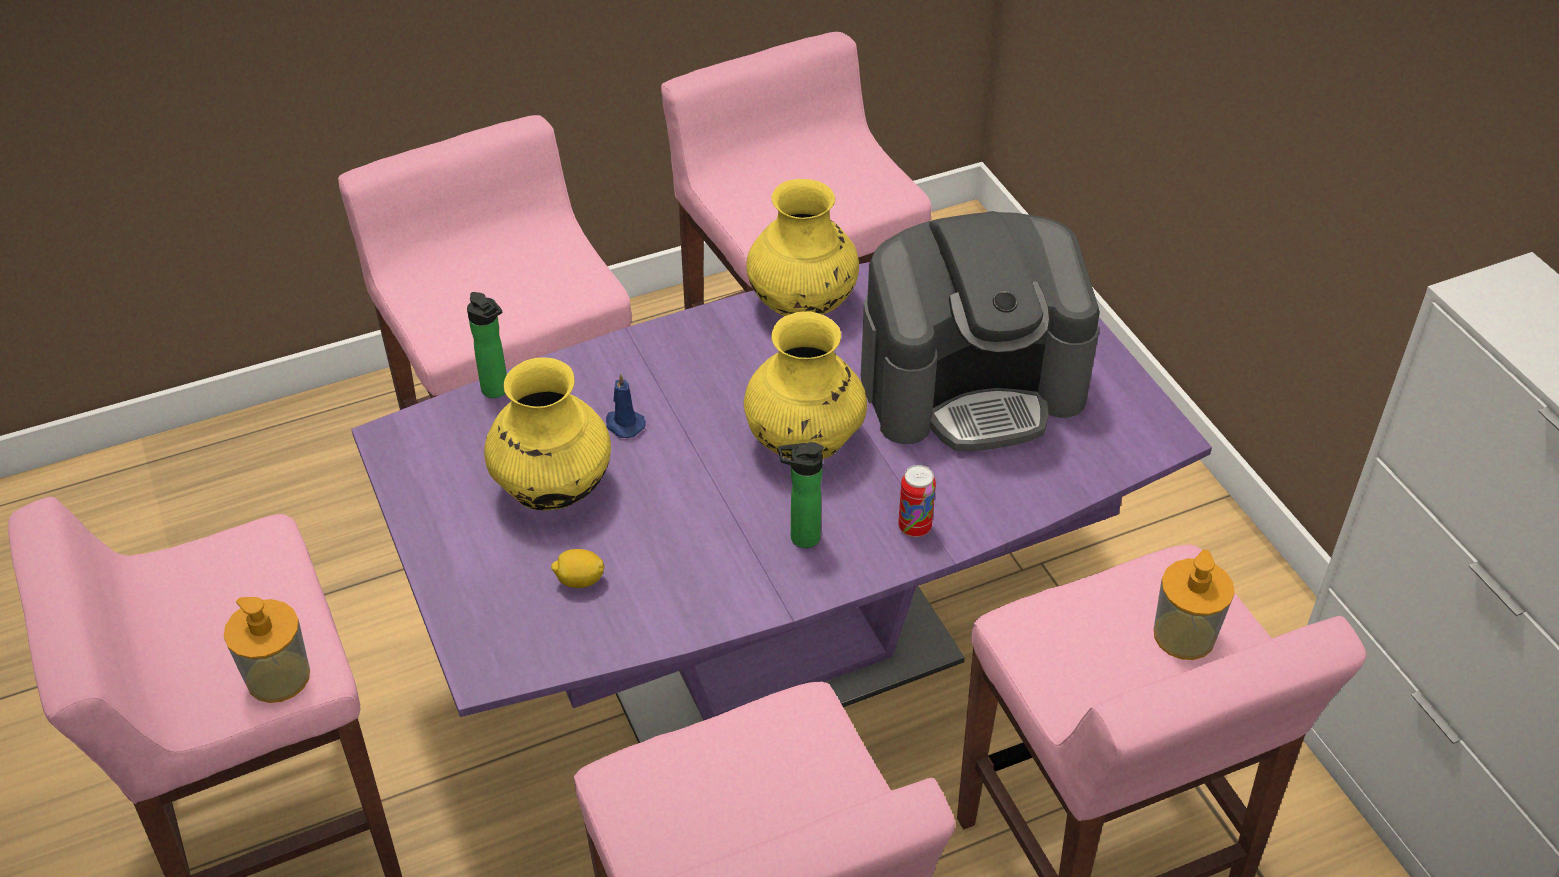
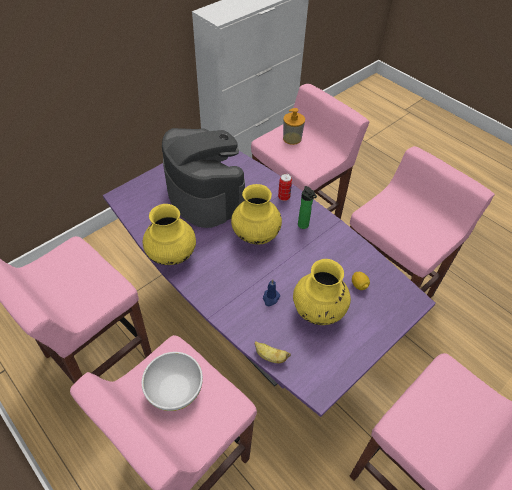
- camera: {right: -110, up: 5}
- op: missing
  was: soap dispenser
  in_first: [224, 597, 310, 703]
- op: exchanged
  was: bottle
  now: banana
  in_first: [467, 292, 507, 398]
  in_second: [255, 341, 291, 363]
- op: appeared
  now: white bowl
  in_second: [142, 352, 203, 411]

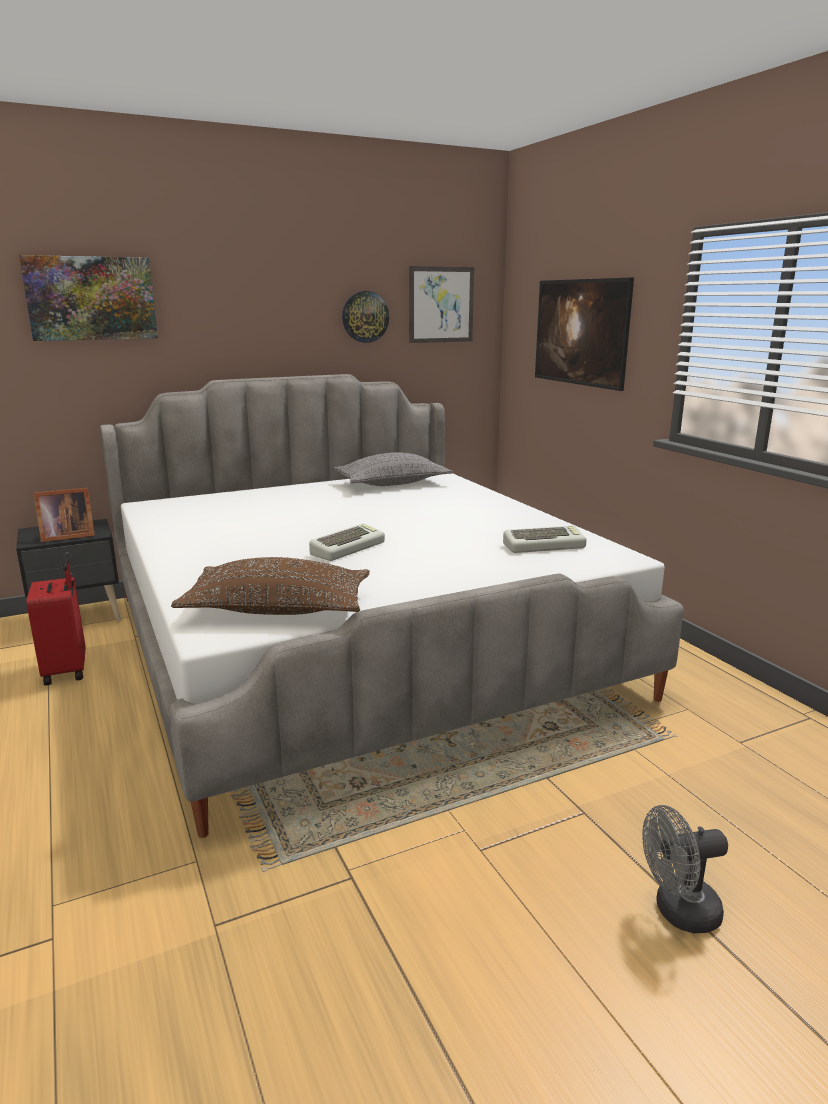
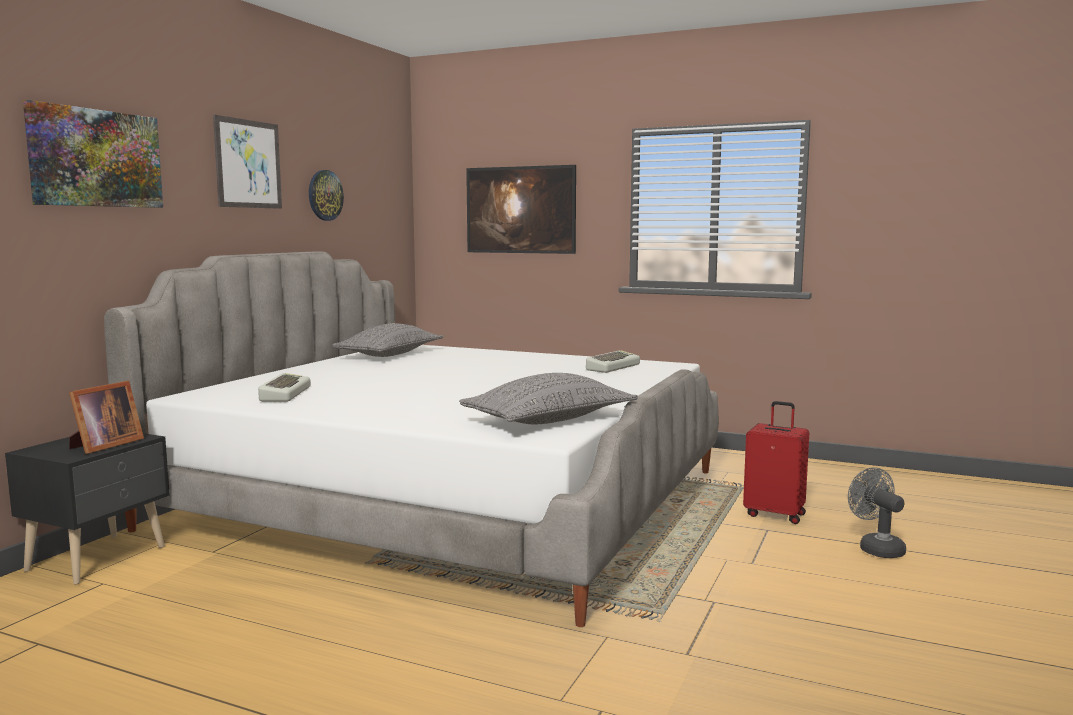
- camera: {right: -40, up: -10}
- op: relocated
  was: red suitcase
  in_first: [26, 558, 86, 685]
  in_second: [743, 401, 809, 524]
- op: colour
  was: brown pillow
  now: grey pillow
  in_first: [171, 557, 370, 615]
  in_second: [459, 373, 638, 424]
- op: relocated
  was: keyboard
  in_first: [309, 523, 385, 561]
  in_second: [258, 373, 311, 402]
- op: relocated
  was: picture
  in_first: [409, 266, 474, 343]
  in_second: [213, 115, 282, 209]
- op: spun
  was: grey fan
  in_first: [642, 805, 728, 933]
  in_second: [848, 467, 906, 558]
  clockwise: 120

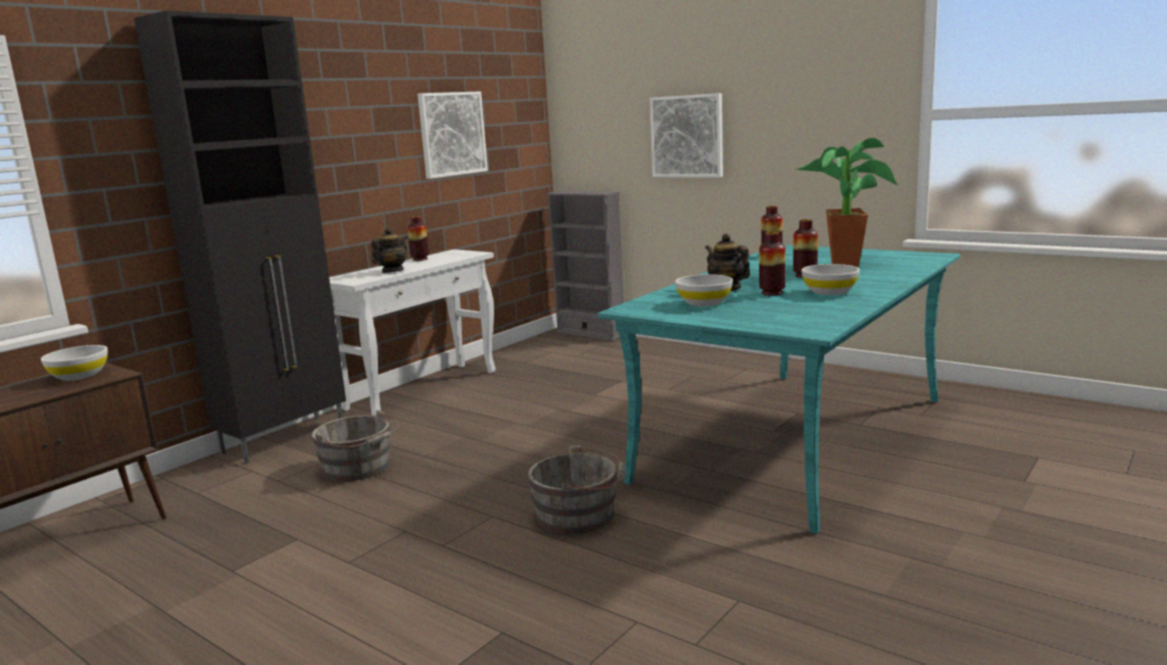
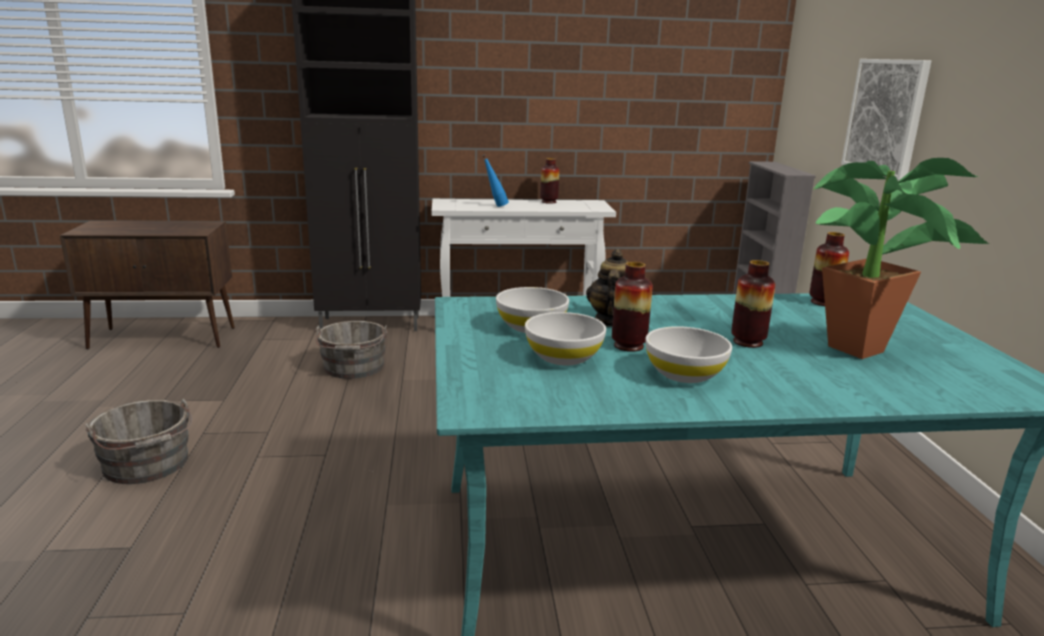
- camera: {right: 45, up: 5}
- op: relocated
  was: white bowl
  in_first: [41, 345, 108, 381]
  in_second: [525, 312, 606, 365]
- op: exchanged
  was: teapot
  now: blue bottle
  in_first: [371, 227, 408, 273]
  in_second: [483, 154, 509, 207]
- op: missing
  was: picture
  in_first: [418, 91, 488, 179]
- op: relocated
  was: grey bucket
  in_first: [527, 445, 626, 534]
  in_second: [85, 399, 192, 484]

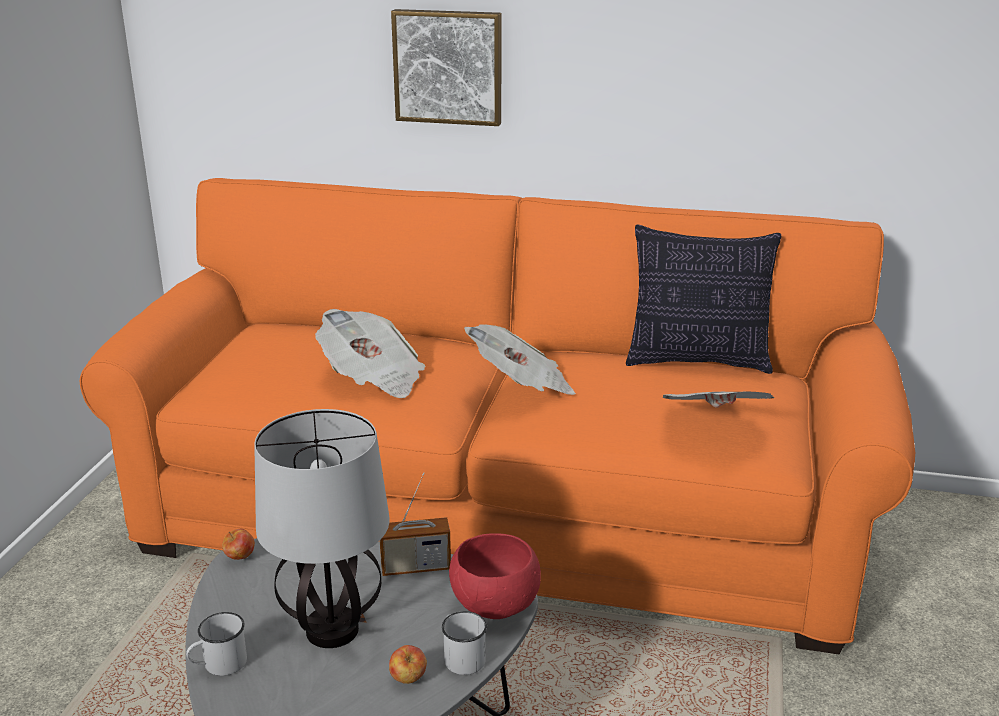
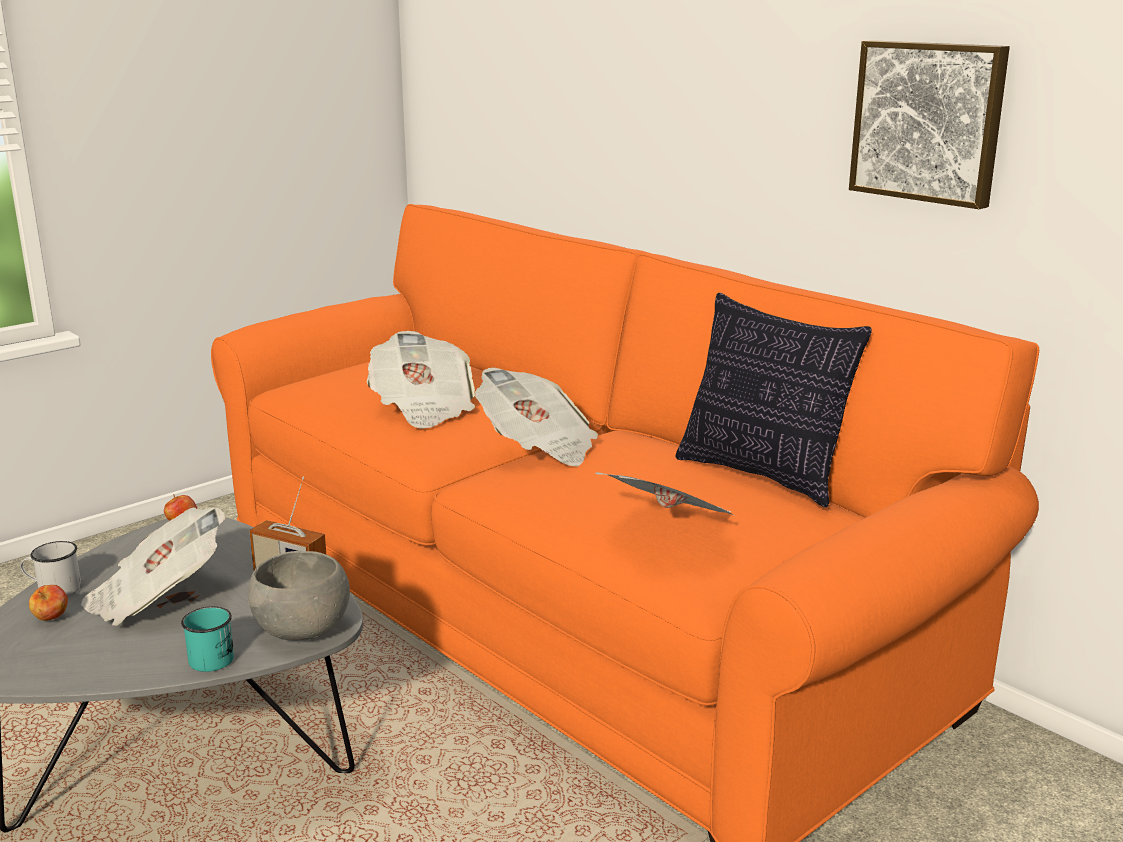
- camera: {right: 35, up: -5}
- op: exchanged
  was: table lamp
  now: newspaper
  in_first: [254, 409, 390, 648]
  in_second: [81, 507, 226, 626]
- op: relocated
  was: apple
  in_first: [389, 645, 427, 684]
  in_second: [29, 585, 68, 621]
- op: relocated
  was: picture
  in_first: [391, 9, 501, 126]
  in_second: [849, 40, 1010, 209]
- op: colour
  was: white mug
  now: turquoise mug
  in_first: [442, 611, 487, 675]
  in_second: [181, 606, 234, 672]
- op: colour
  was: red bowl
  now: grey bowl
  in_first: [449, 533, 541, 619]
  in_second: [248, 551, 350, 640]

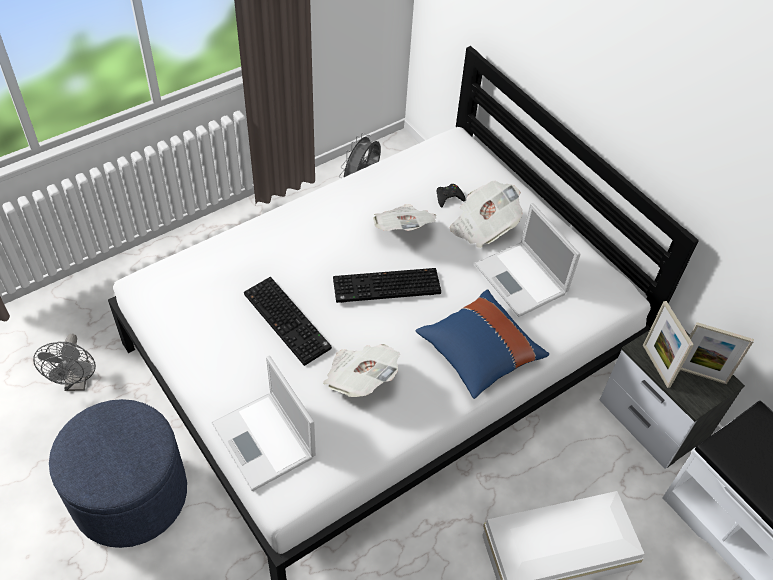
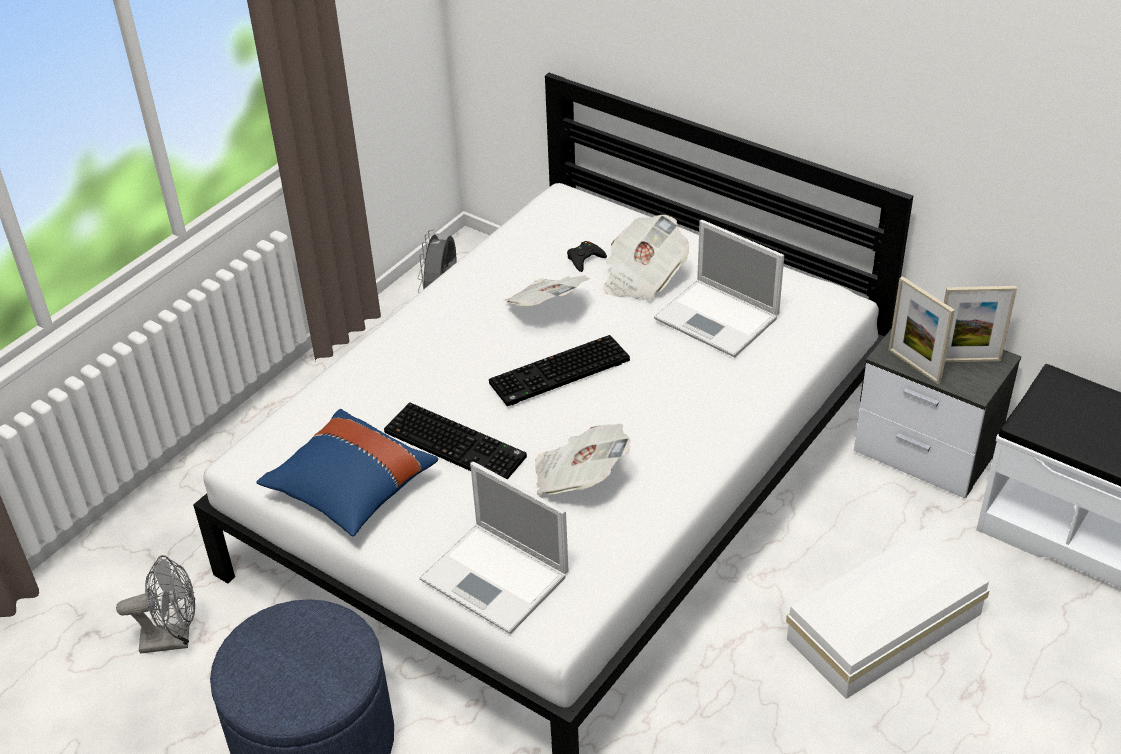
- camera: {right: -15, up: -10}
- op: spun
  was: grey fan
  in_first: [33, 334, 96, 391]
  in_second: [116, 555, 195, 654]
  clockwise: -75
- op: relocated
  was: blue pillow
  in_first: [416, 289, 549, 399]
  in_second: [256, 409, 438, 537]

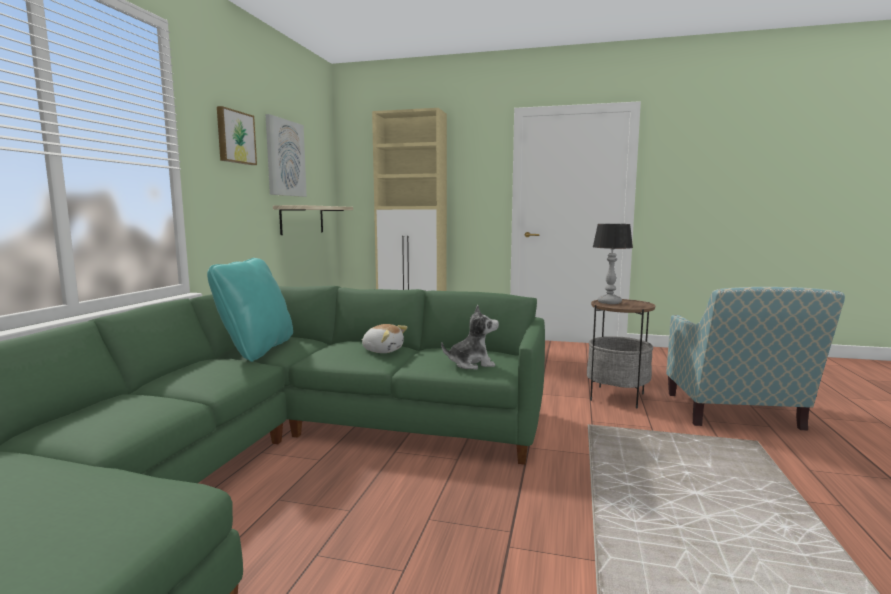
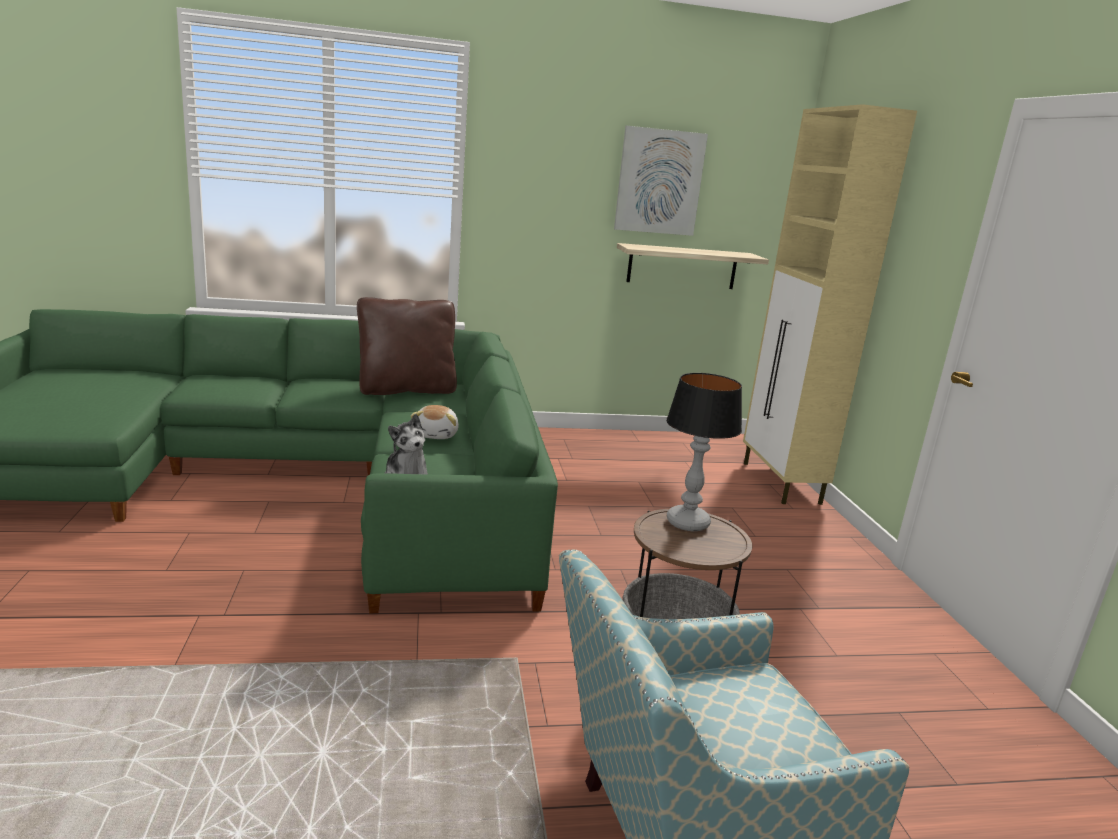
- camera: {right: 65, up: 10}
- op: colour
  was: turquoise pillow
  now: brown pillow
  in_first: [207, 258, 293, 362]
  in_second: [357, 297, 457, 395]
- op: missing
  was: picture
  in_first: [217, 106, 257, 165]

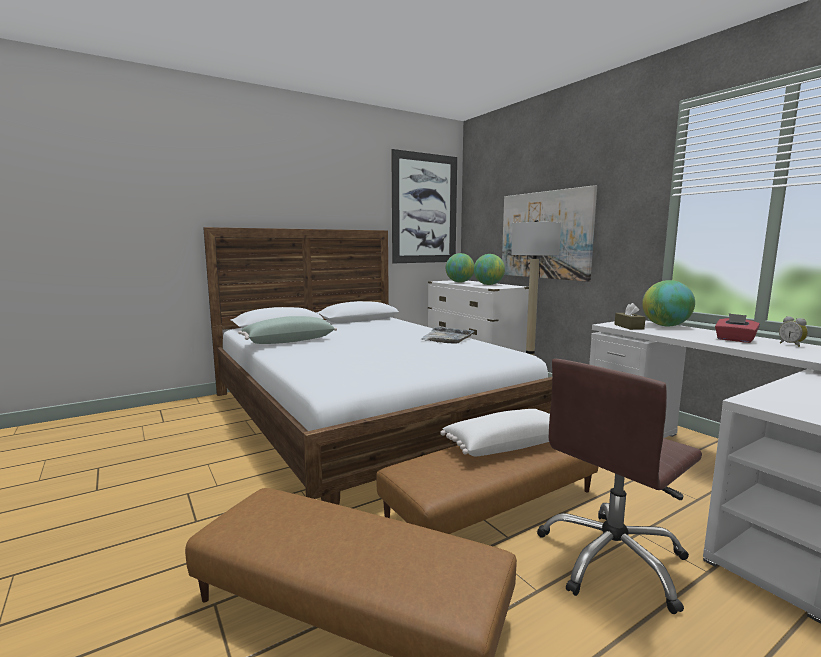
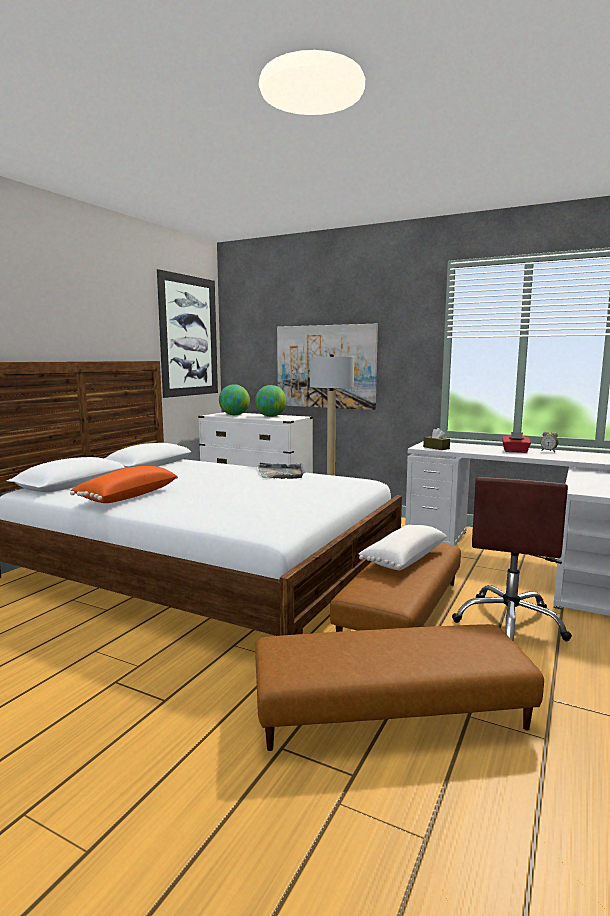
- camera: {right: -30, up: 0}
- op: colour
  was: green pillow
  now: orange pillow
  in_first: [238, 316, 337, 344]
  in_second: [70, 466, 178, 503]
- op: missing
  was: globe
  in_first: [642, 280, 695, 326]

